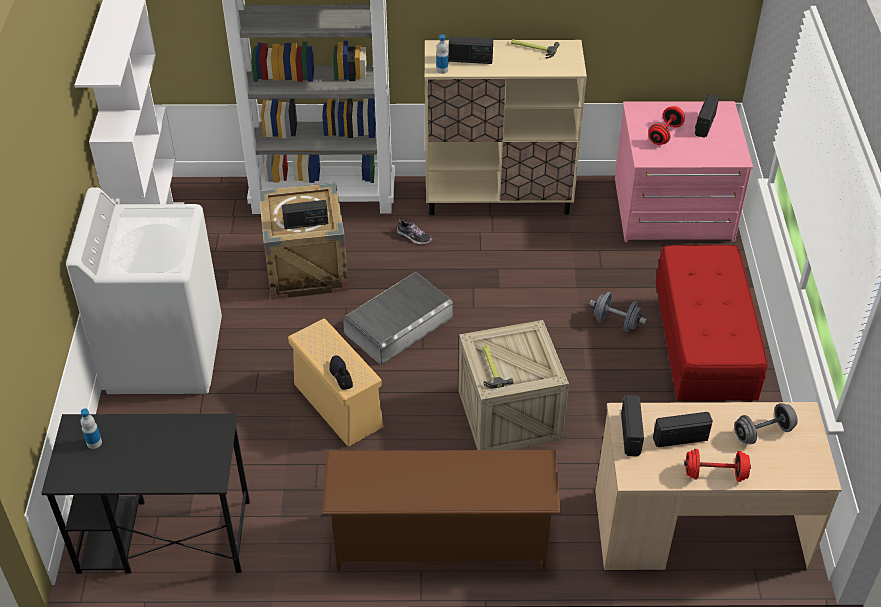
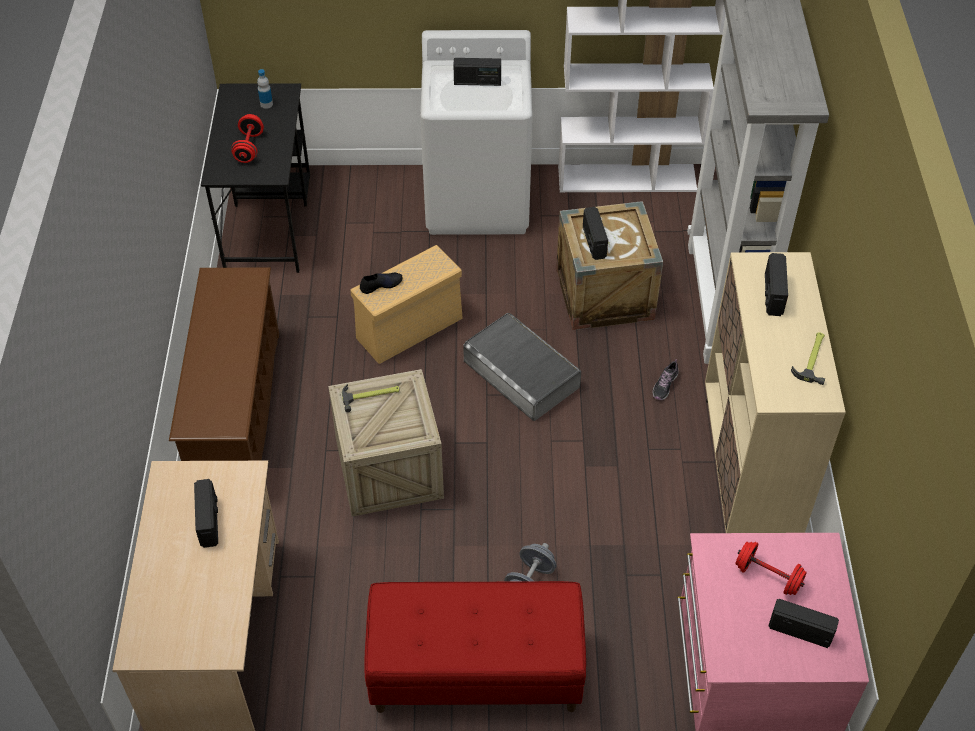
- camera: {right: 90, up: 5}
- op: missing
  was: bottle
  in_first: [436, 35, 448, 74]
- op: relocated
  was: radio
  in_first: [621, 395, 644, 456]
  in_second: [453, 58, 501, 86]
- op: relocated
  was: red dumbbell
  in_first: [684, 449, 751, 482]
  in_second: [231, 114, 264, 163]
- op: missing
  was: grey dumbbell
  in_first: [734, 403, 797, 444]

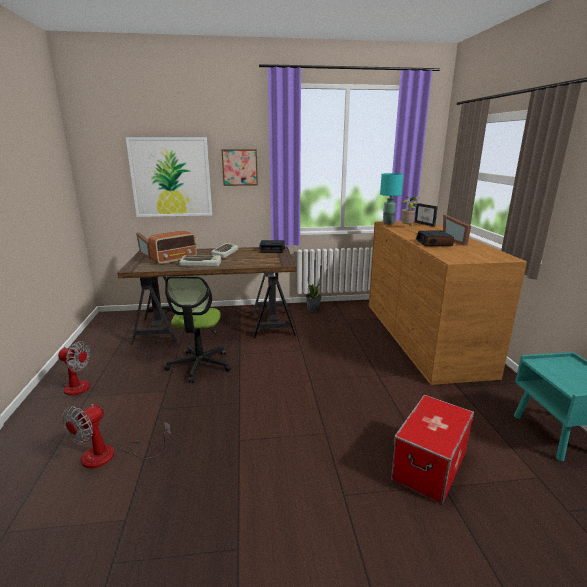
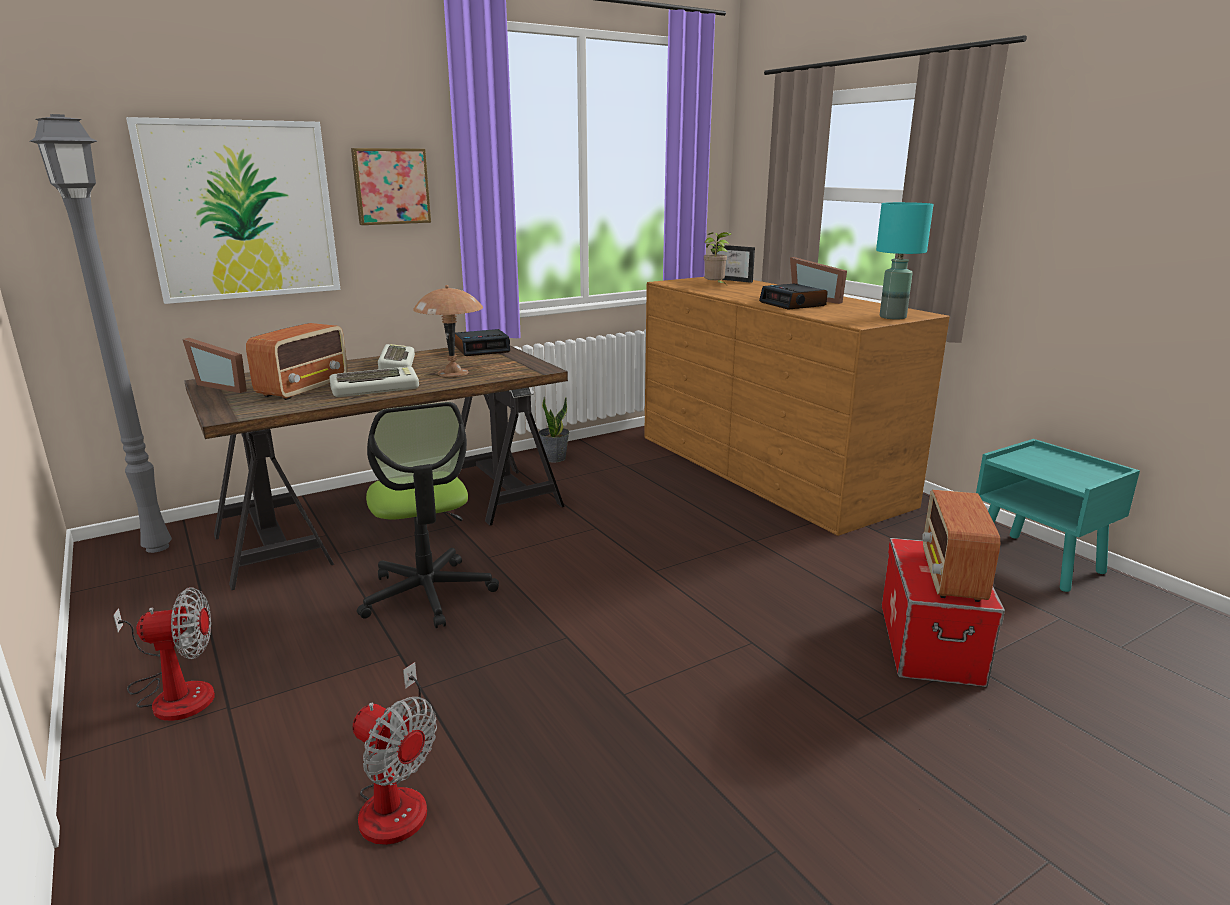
- camera: {right: -25, up: 0}
- op: spun
  was: fan
  in_first: [62, 404, 171, 468]
  in_second: [353, 662, 437, 845]
  clockwise: -60
- op: relocated
  was: turquoise table lamp
  in_first: [380, 173, 403, 224]
  in_second: [876, 202, 934, 320]
- op: appeared
  now: grey floor lamp
  in_second: [30, 114, 172, 553]
- op: appeared
  now: brown table lamp
  in_second: [413, 285, 483, 377]
- op: appeared
  now: radio
  in_second: [922, 490, 1000, 602]

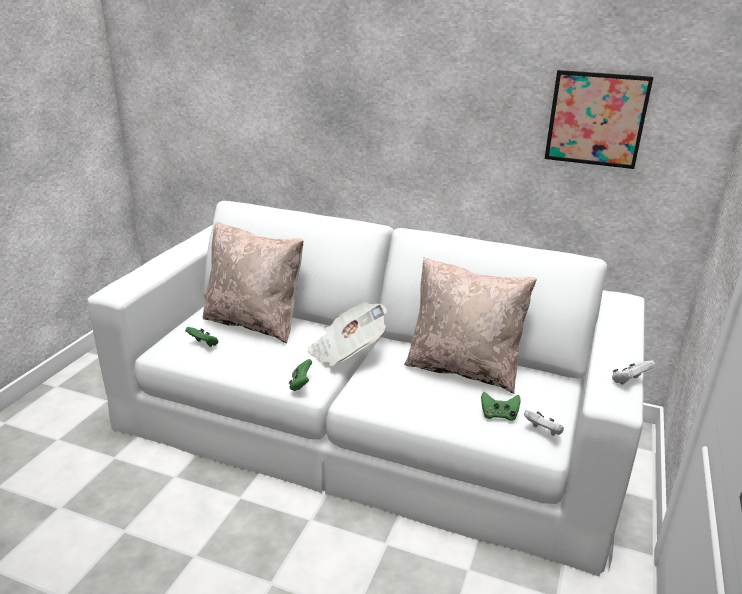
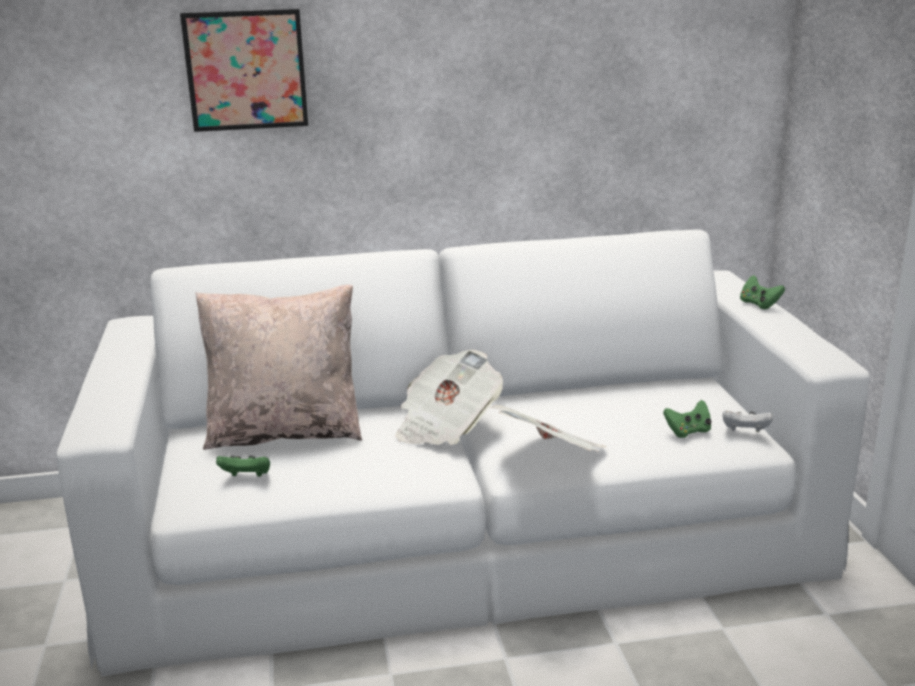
- camera: {right: -30, up: -5}
- op: relocated
  was: green game controller
  in_first: [289, 359, 312, 391]
  in_second: [740, 275, 785, 309]
- op: missing
  was: beige pillow
  in_first: [404, 257, 537, 394]
- op: relocated
  was: picture
  in_first: [545, 70, 653, 169]
  in_second: [180, 9, 308, 132]
- op: missing
  was: white game controller
  in_first: [612, 360, 655, 384]
- op: appeared
  now: newspaper
  in_second: [491, 405, 607, 451]

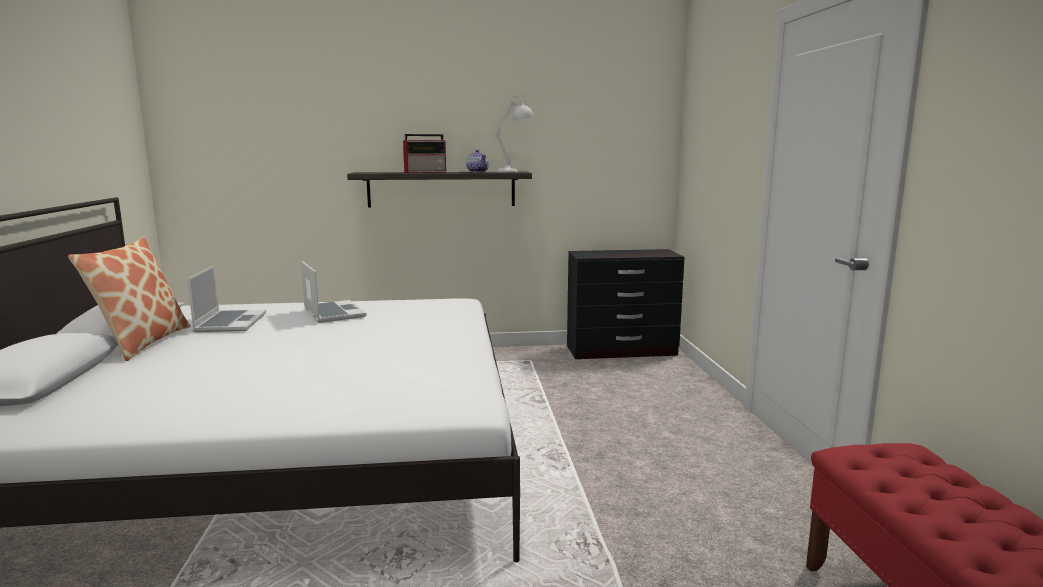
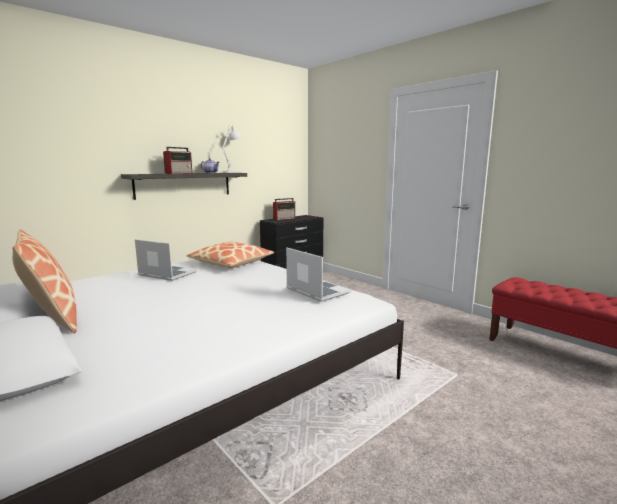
- camera: {right: -35, up: 0}
- op: relocated
  was: laptop
  in_first: [187, 265, 266, 332]
  in_second: [286, 248, 351, 302]
- op: appeared
  now: pillow
  in_second: [186, 242, 274, 268]
- op: appeared
  now: radio
  in_second: [273, 198, 295, 220]

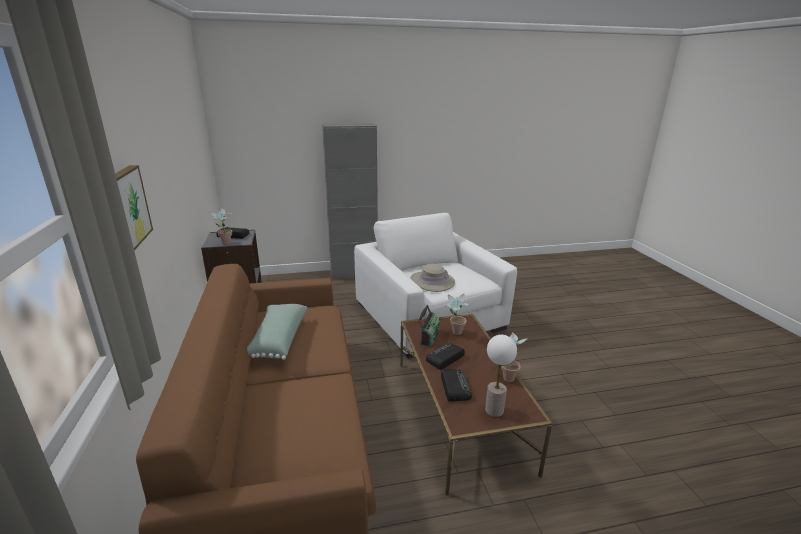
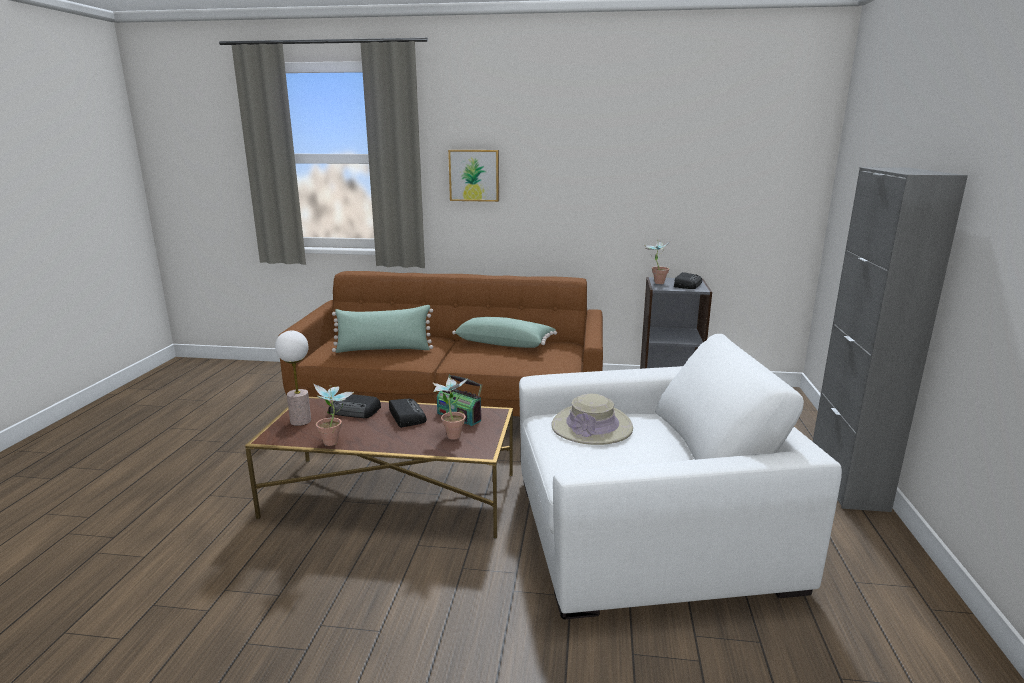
- camera: {right: 110, up: -5}
- op: appeared
  now: green pillow
  in_second: [332, 305, 433, 353]

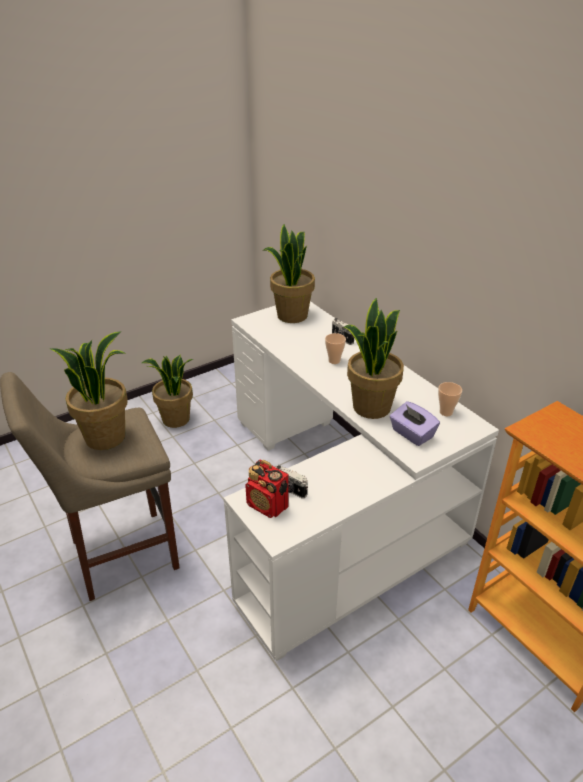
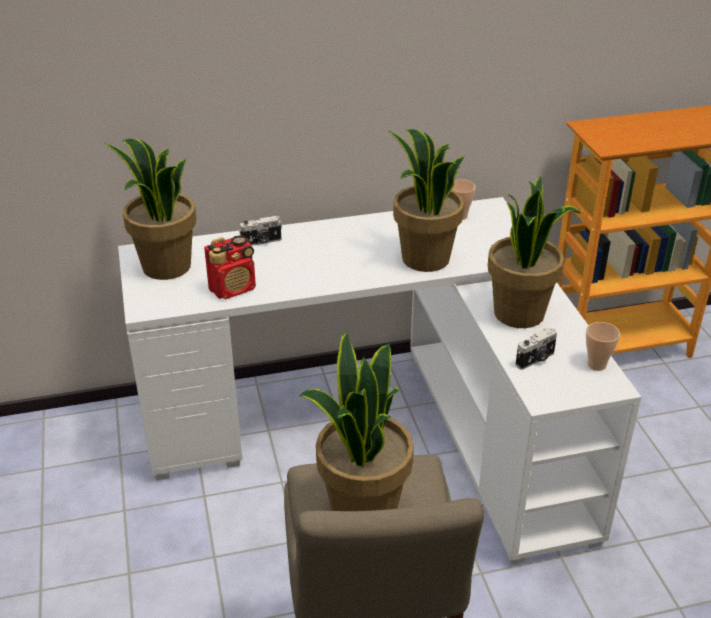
- camera: {right: -70, up: 0}
- op: relocated
  was: potted plant
  in_first: [142, 354, 193, 428]
  in_second: [488, 176, 581, 328]
- op: relocated
  was: radio
  in_first: [245, 459, 289, 518]
  in_second: [204, 235, 256, 300]
- op: relocated
  was: cup
  in_first: [325, 333, 346, 364]
  in_second: [586, 322, 620, 371]
- op: missing
  was: purple tissue box
  in_first: [390, 401, 440, 446]

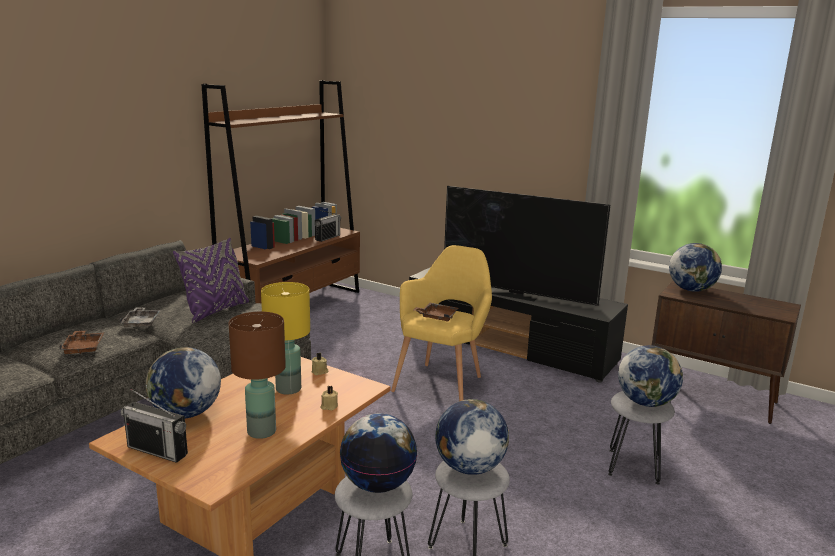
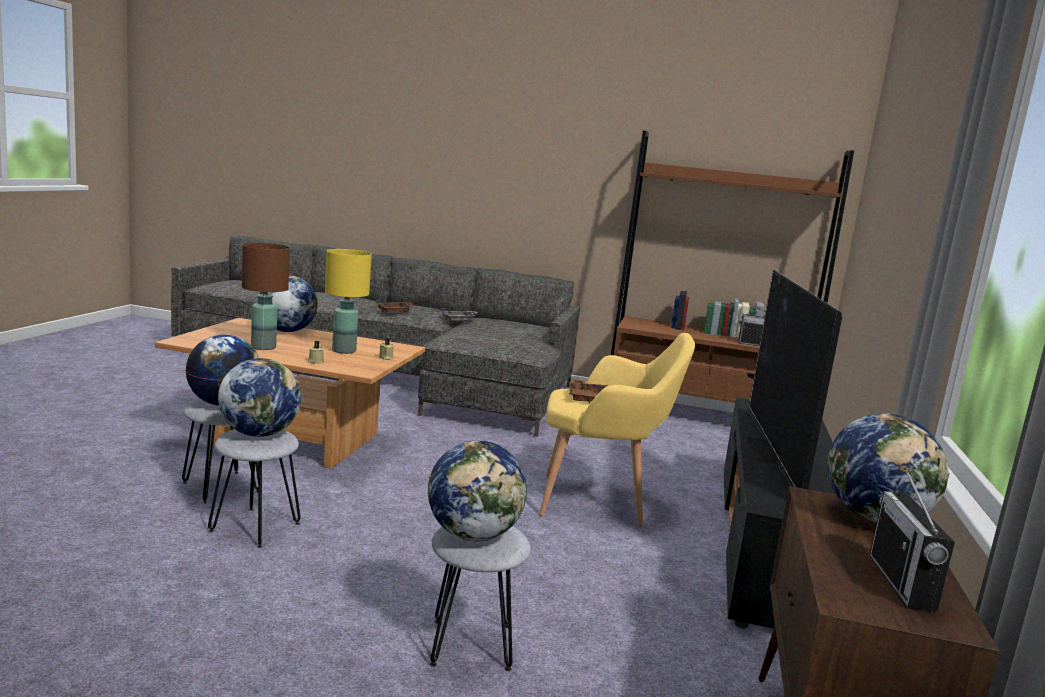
- camera: {right: 70, up: -5}
- op: relocated
  was: radio
  in_first: [121, 389, 188, 463]
  in_second: [869, 467, 955, 612]
- op: missing
  was: purple pillow
  in_first: [173, 238, 249, 323]

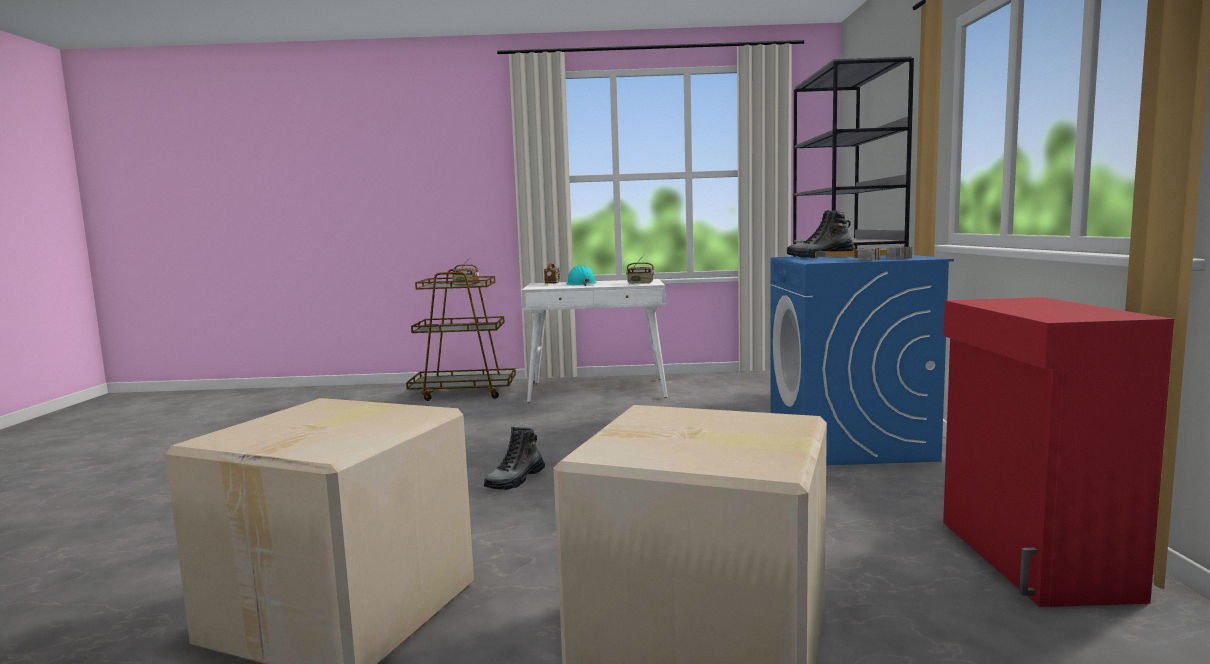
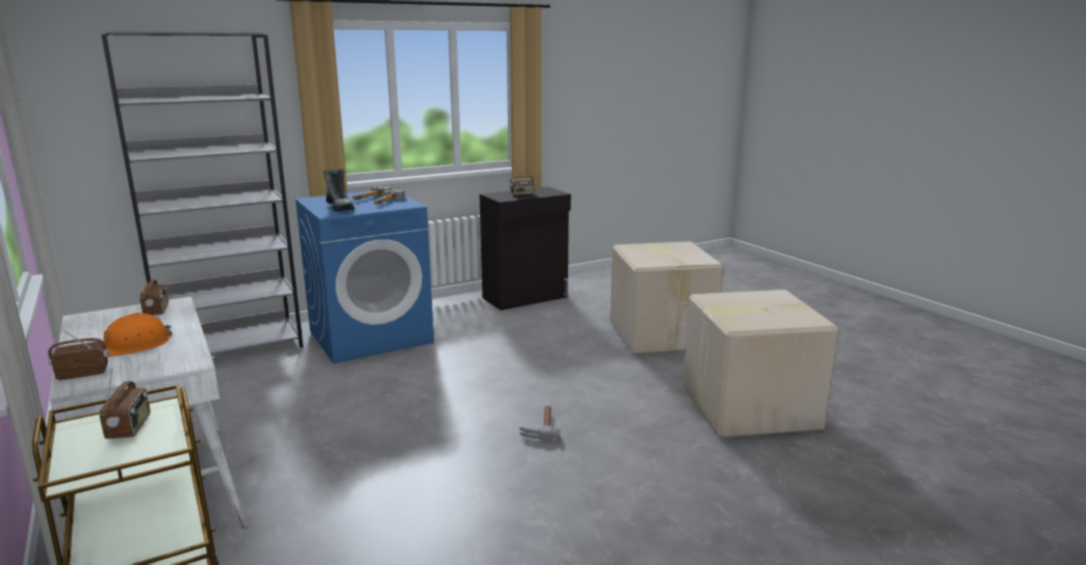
- camera: {right: -120, up: 10}
- op: exchanged
  was: boot
  now: hammer
  in_first: [484, 427, 545, 490]
  in_second: [519, 406, 560, 441]
- op: colour
  was: turquoise hard hat
  now: orange hard hat
  in_first: [567, 265, 597, 286]
  in_second: [104, 313, 172, 357]
- op: colour
  was: red cabinet
  now: black cabinet
  in_first: [943, 297, 1174, 607]
  in_second: [479, 187, 571, 310]
- op: appeared
  now: radio
  in_second: [509, 167, 534, 195]

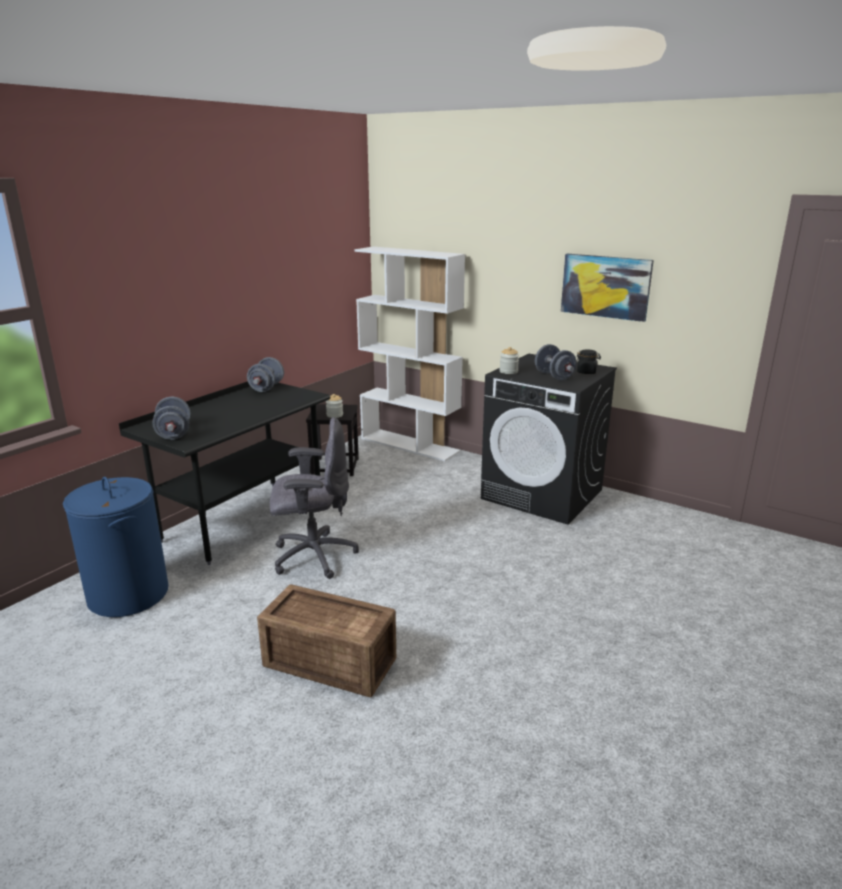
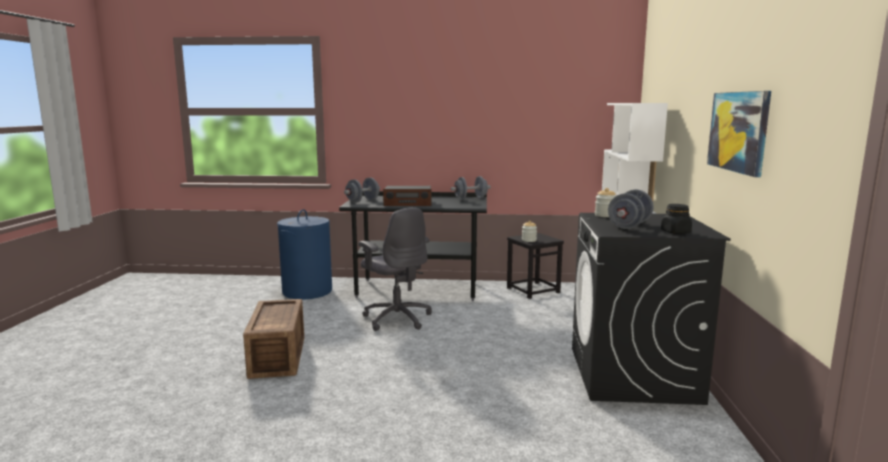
- camera: {right: 60, up: -10}
- op: appeared
  now: radio
  in_second: [383, 186, 432, 206]

